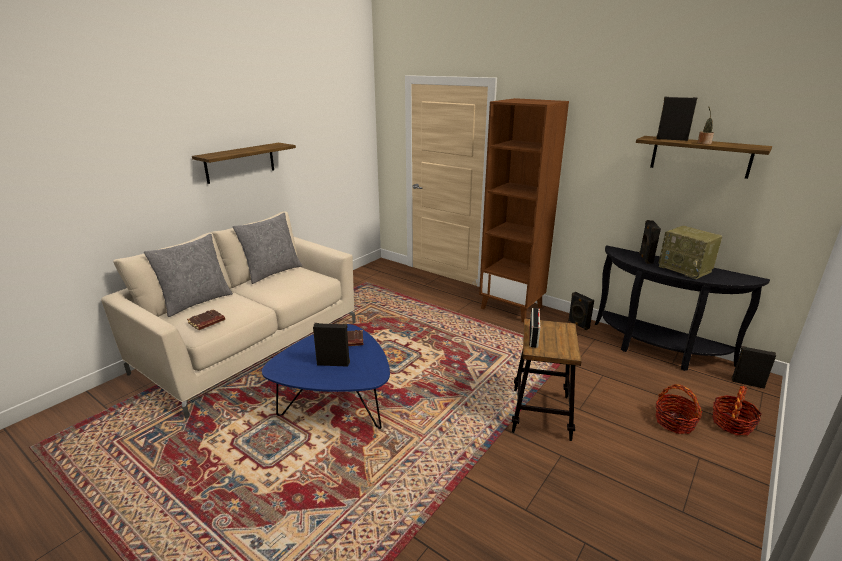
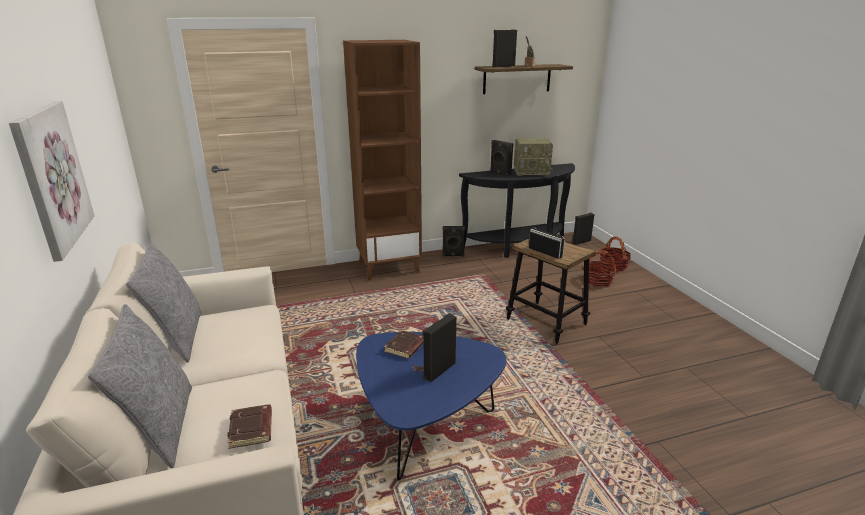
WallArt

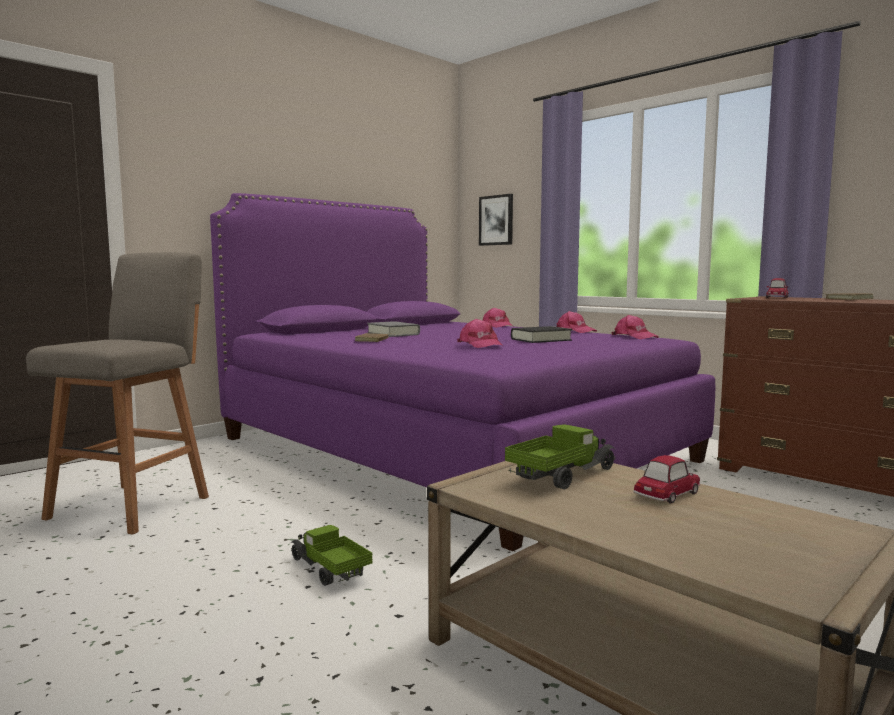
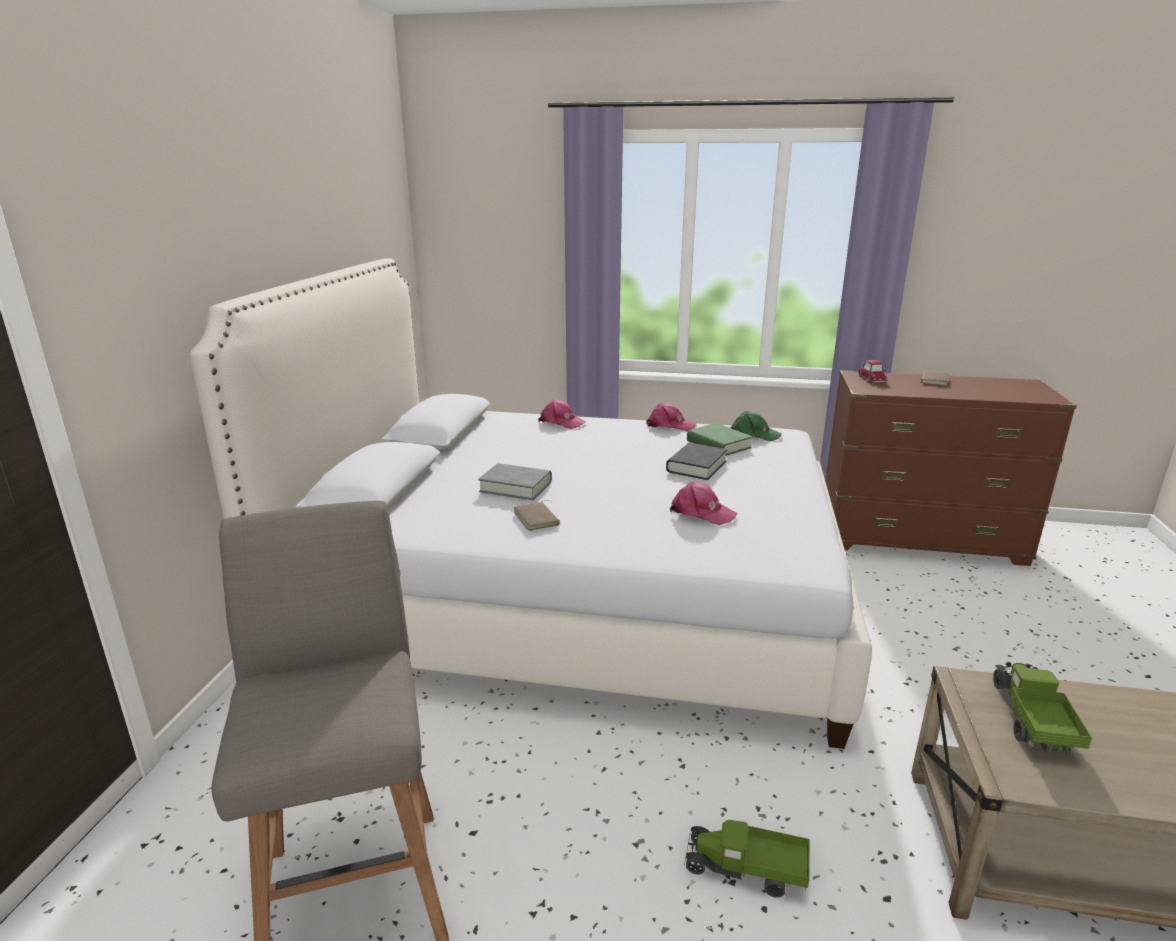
WhiteSleepingBed
WallArt
GreenCap
ModelCar (1st from left in the first image)
GreenVolume

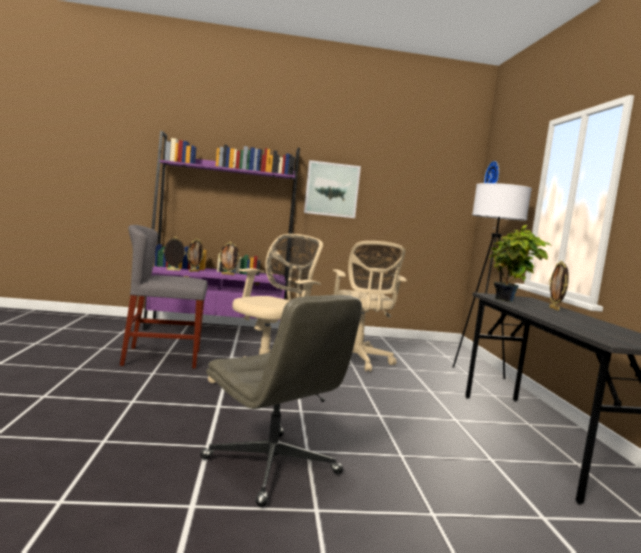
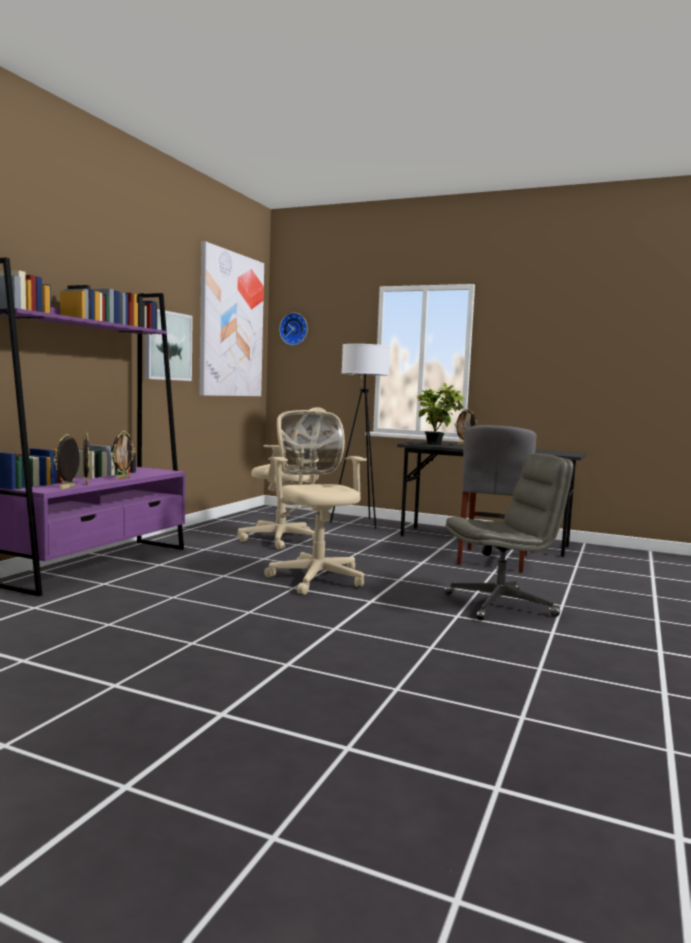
GreyUprightChair
WallArt (2nd from left)

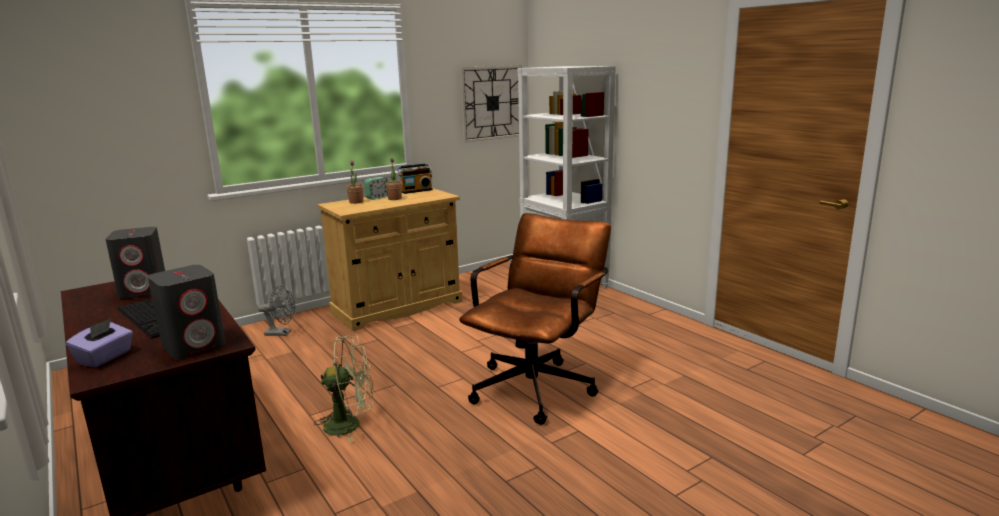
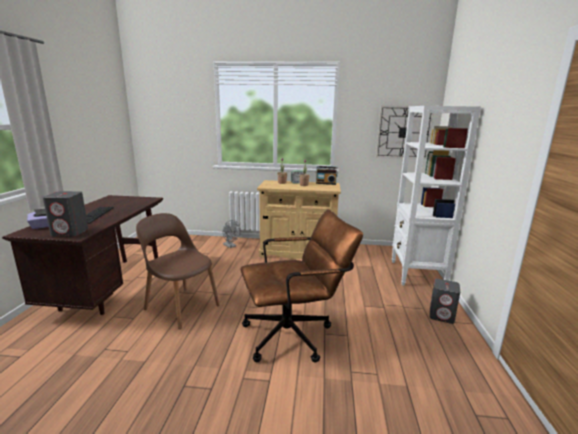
GreyLoudspeaker (2nd from left)
BrownUprightChair

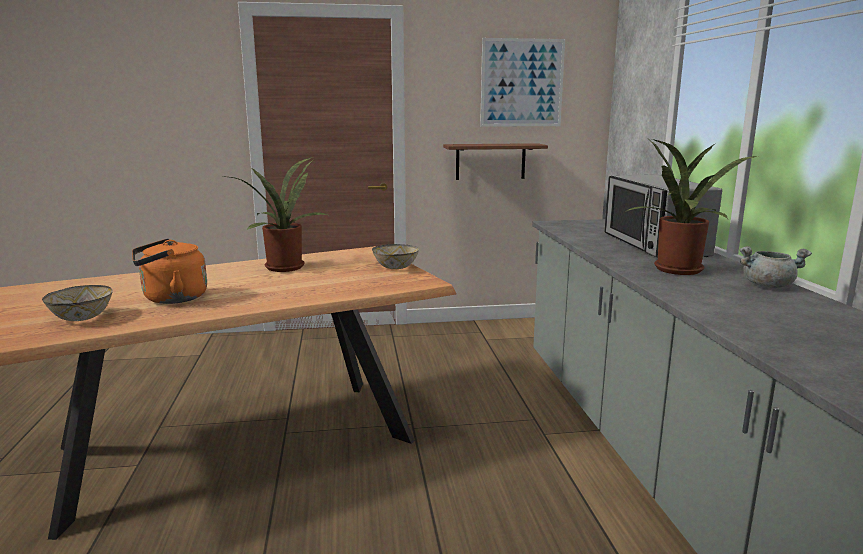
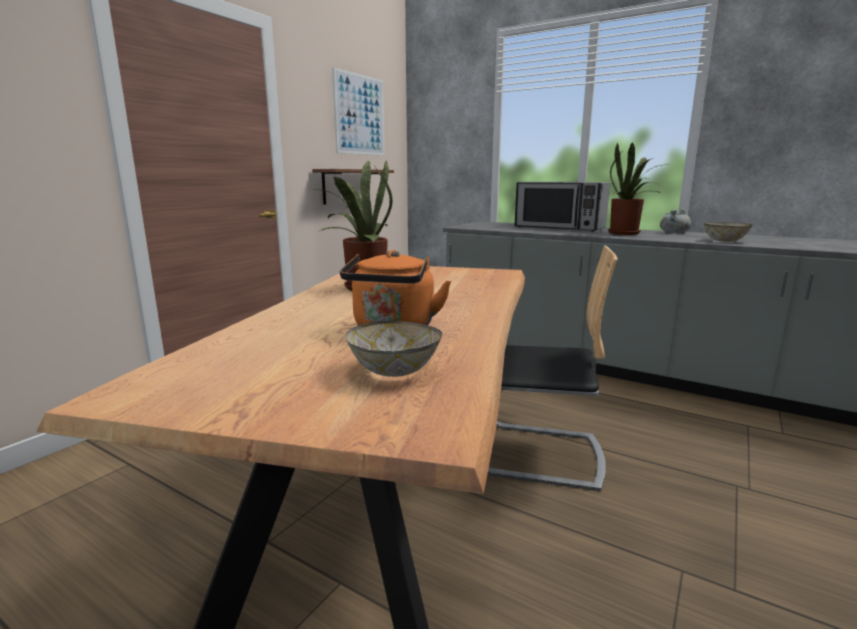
Bowl (2nd from left)
UprightChair

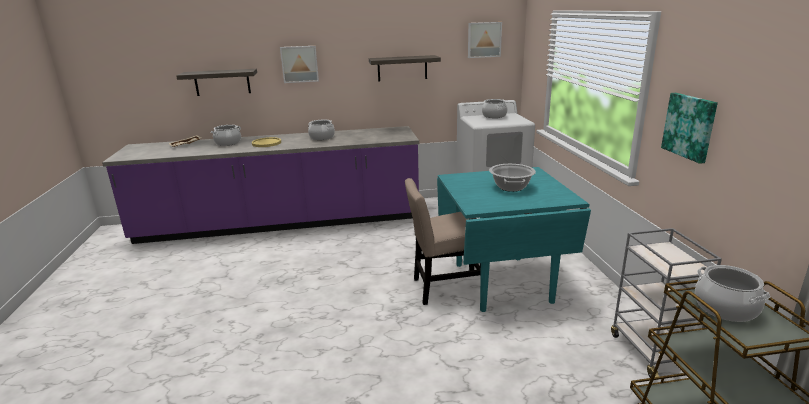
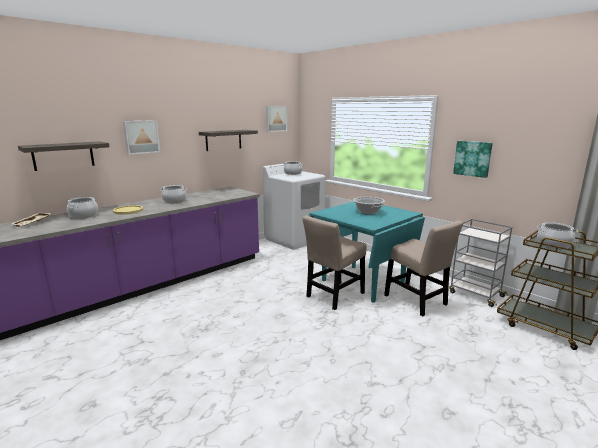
BeigeUprightChair (2nd from left)

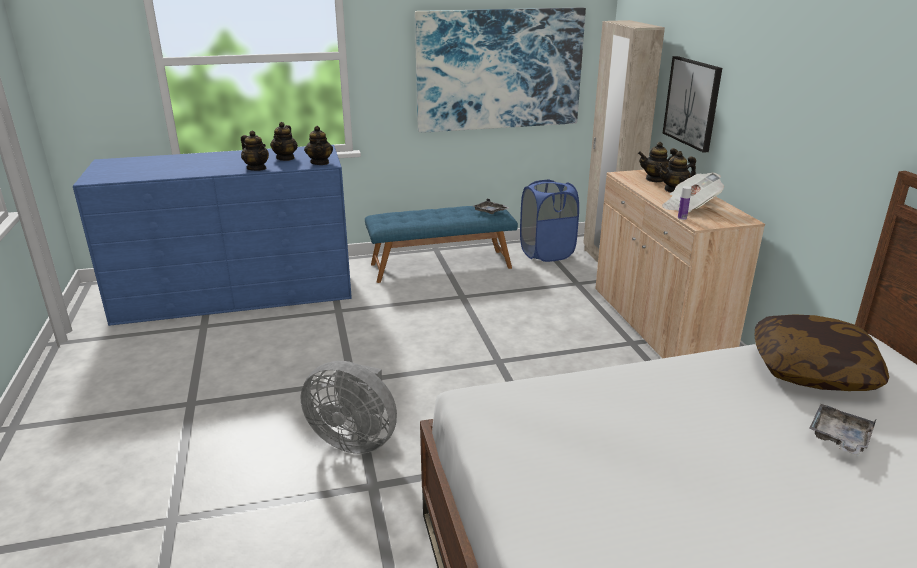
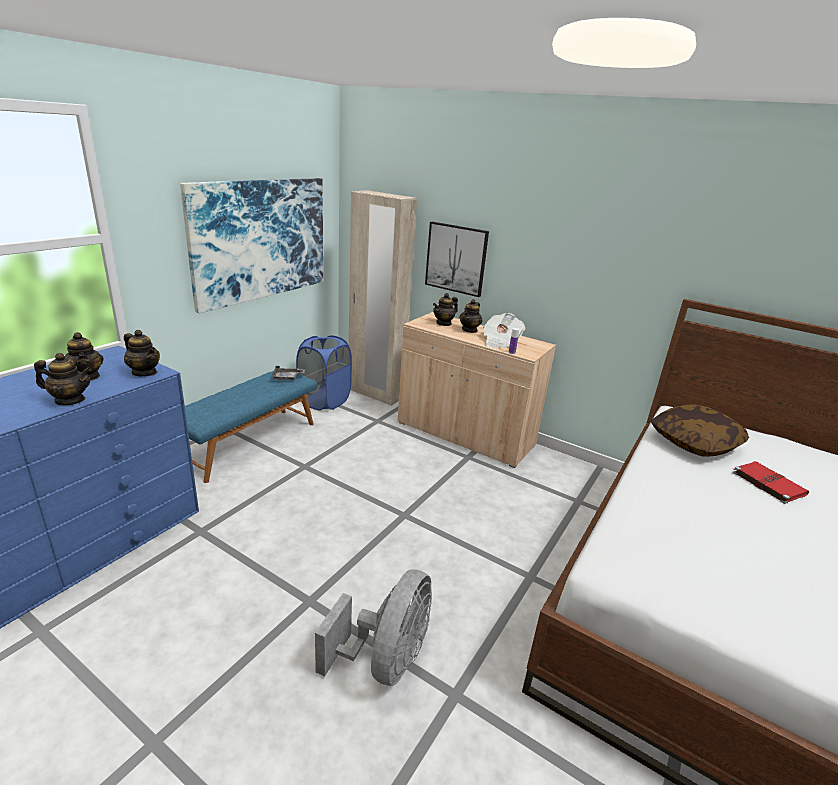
GreyFan
RedColouredVolume

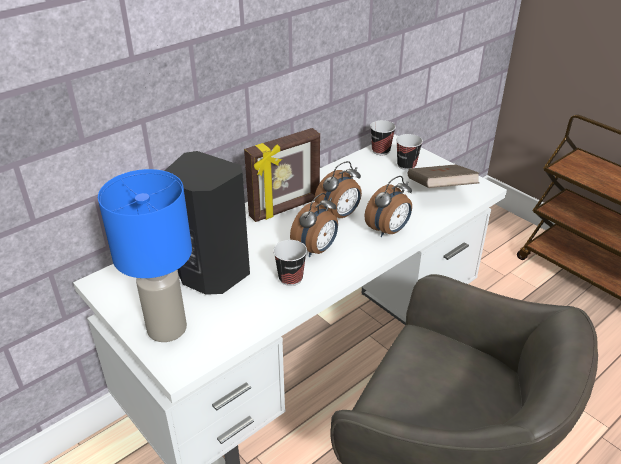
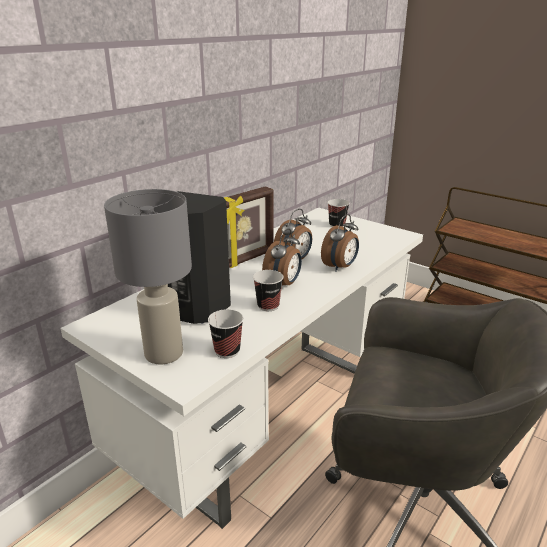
GreyTableLamp
SmallCup (1st from left)
BrownVolume

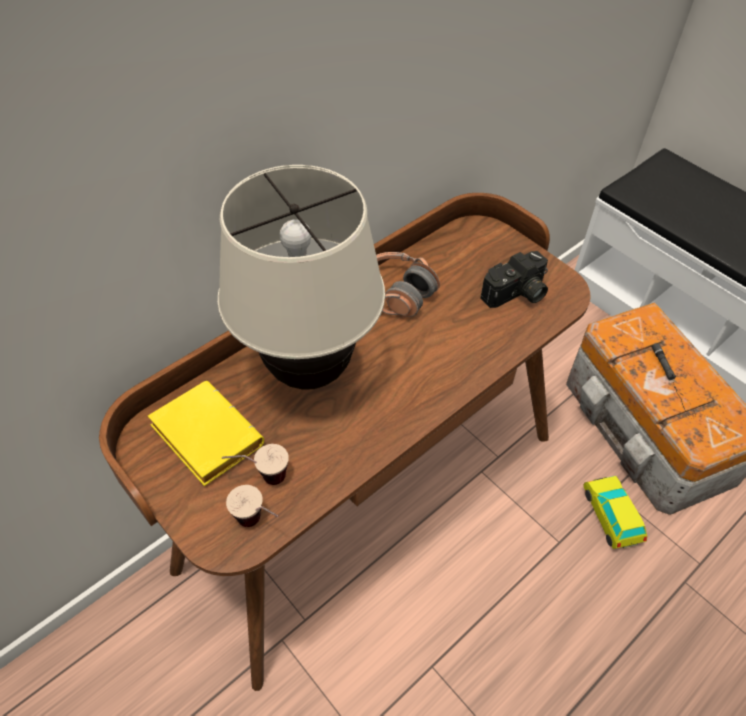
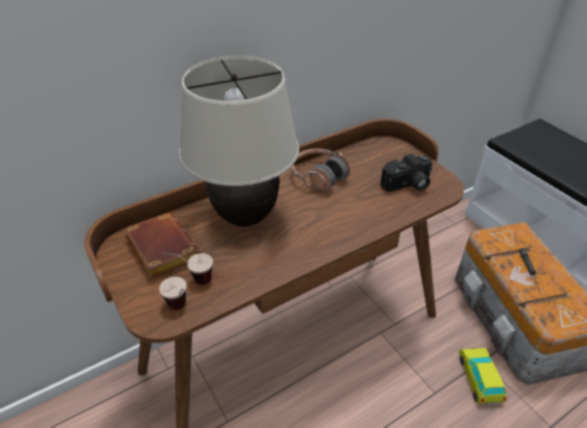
BrownVolume

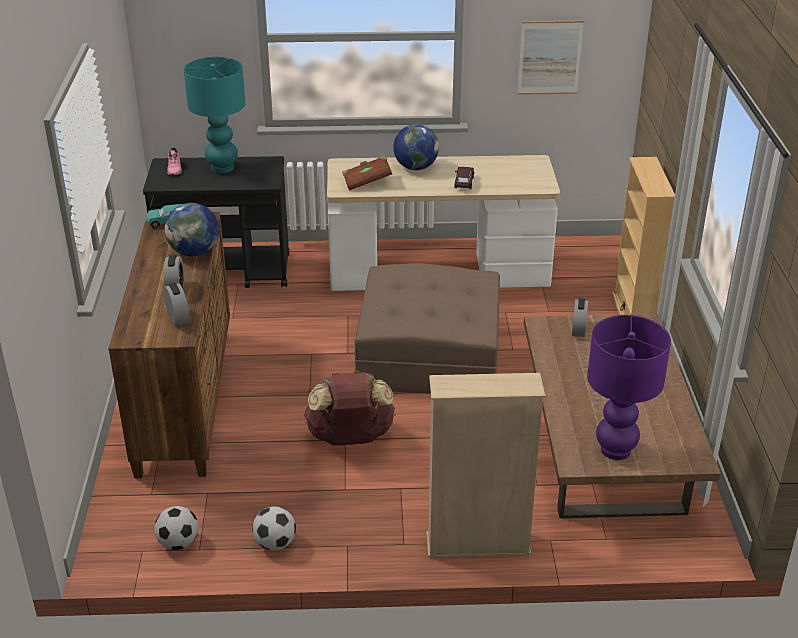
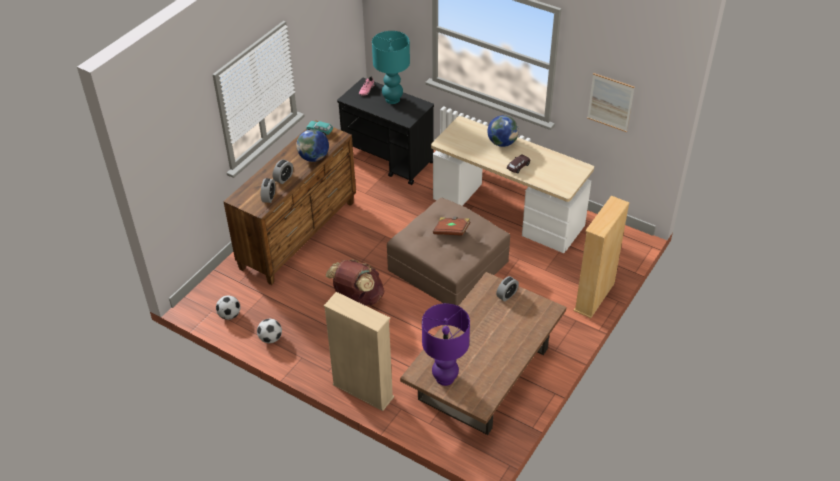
BrownVolume

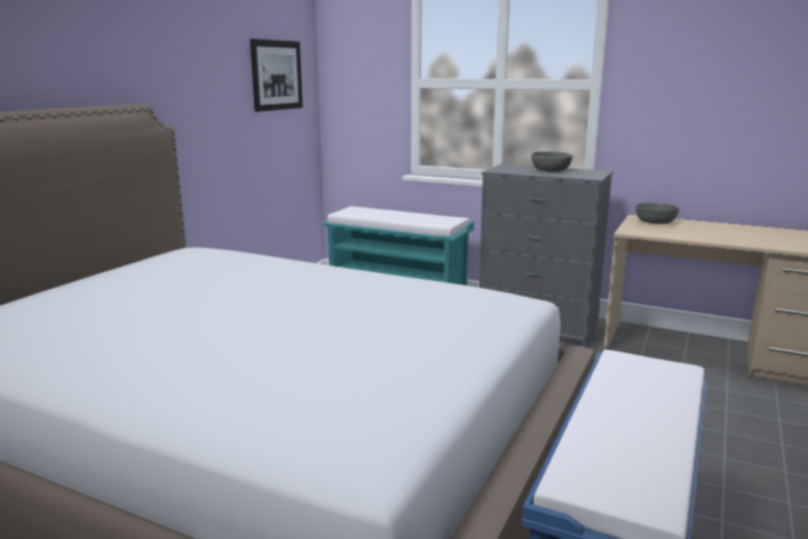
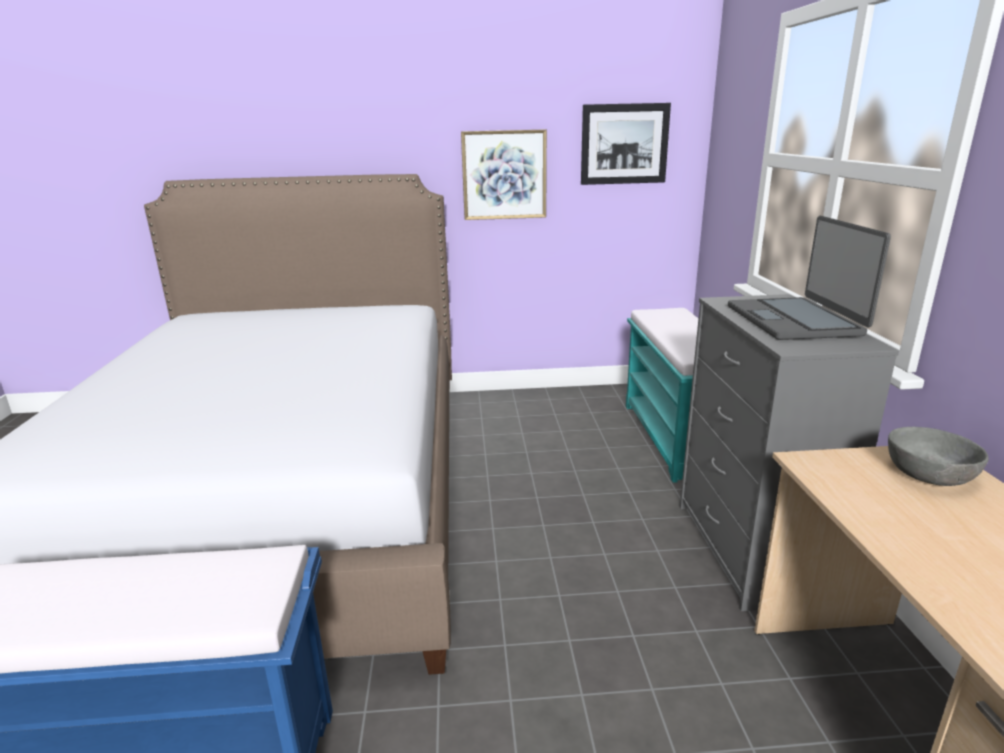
NotebookComputer
WallArt (1st from left)

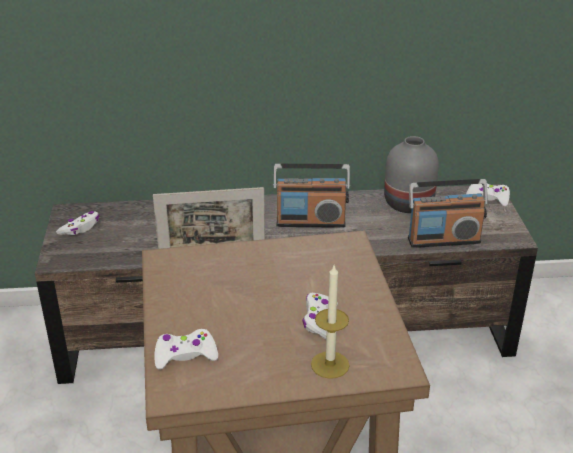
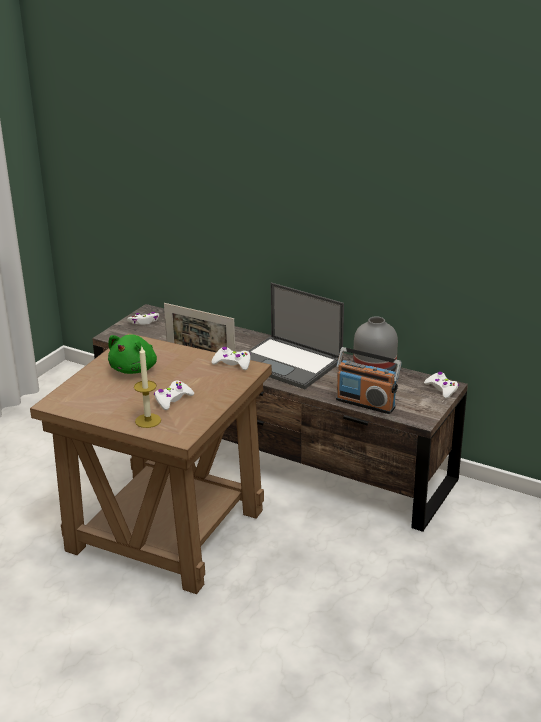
WhiteGamepad (3rd from left)
NotebookComputer
GreenSoftToy

